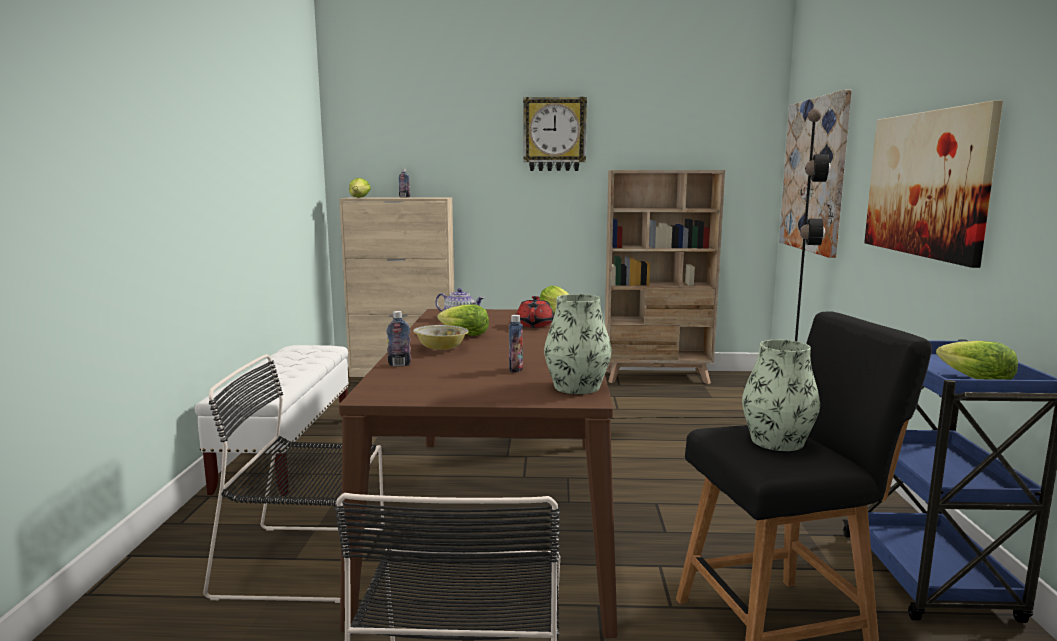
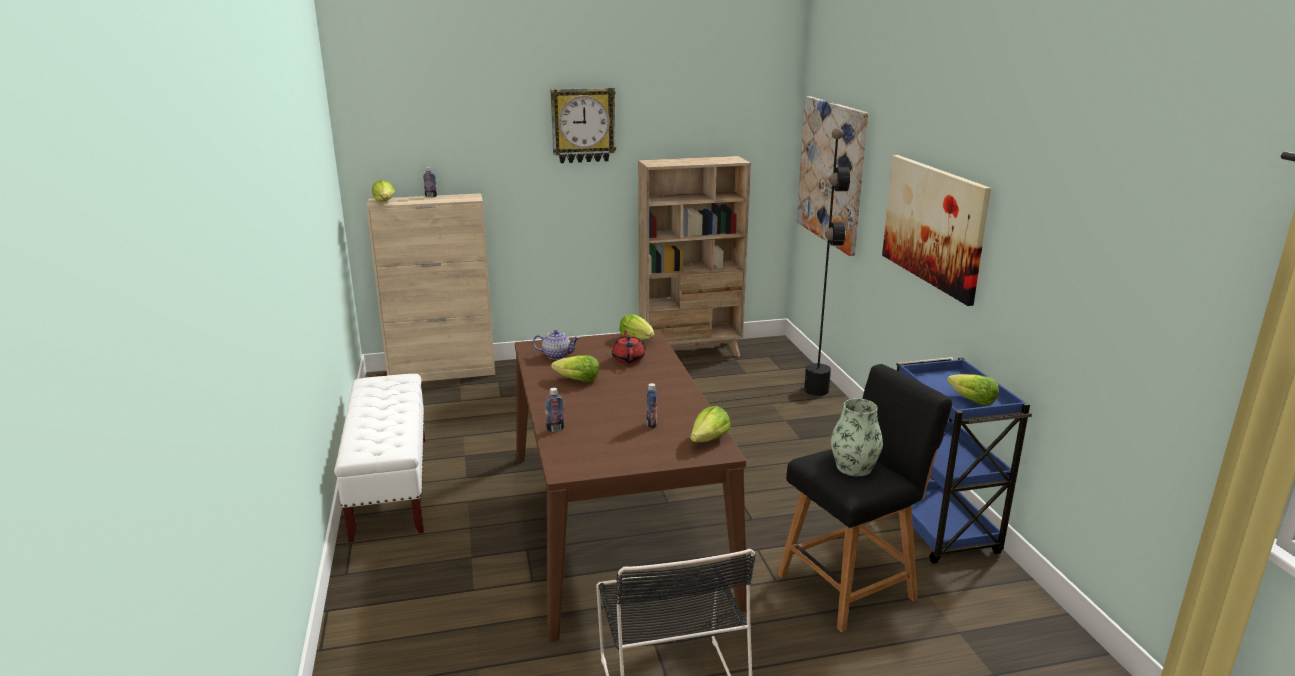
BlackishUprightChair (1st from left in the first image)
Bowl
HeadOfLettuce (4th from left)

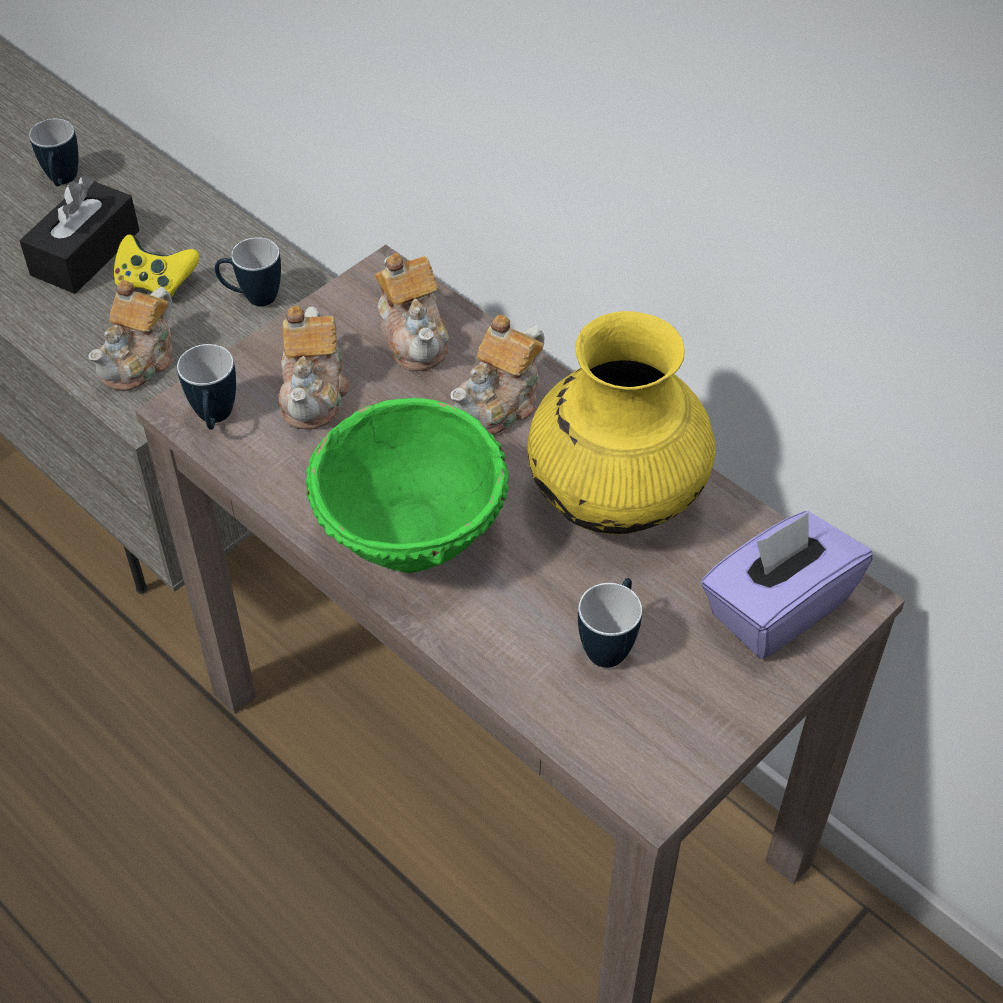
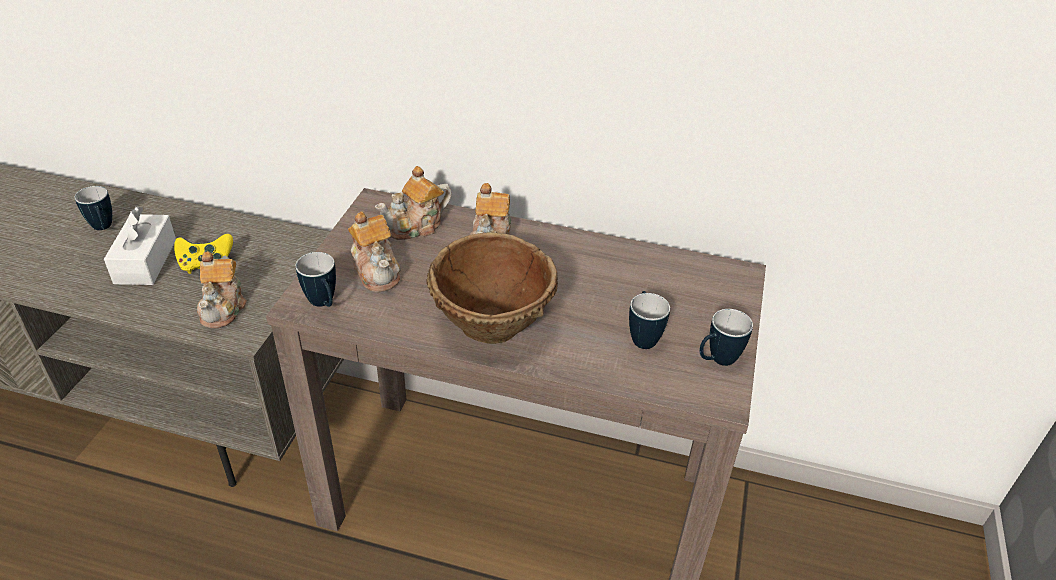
WhiteTissueBox
CoffeeMug (4th from left)
BrownBowl
Teapot (3rd from left)
YellowishDecorativeVase
PurpleTissueBox

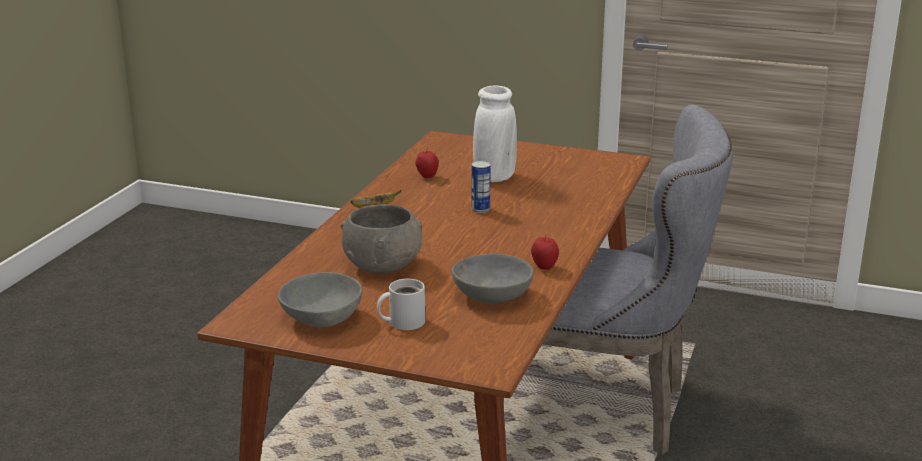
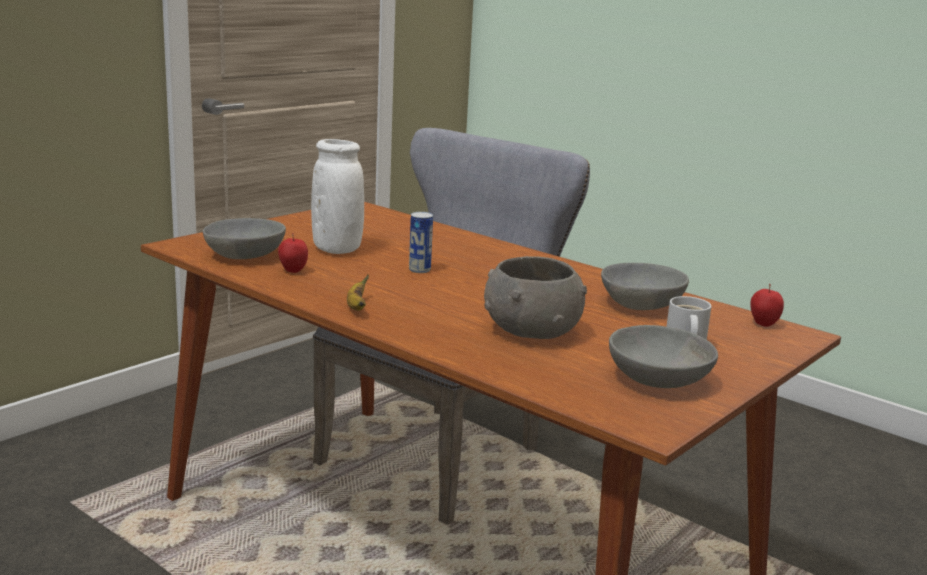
Apple (2nd from left)
GreyBowl (1st from left)

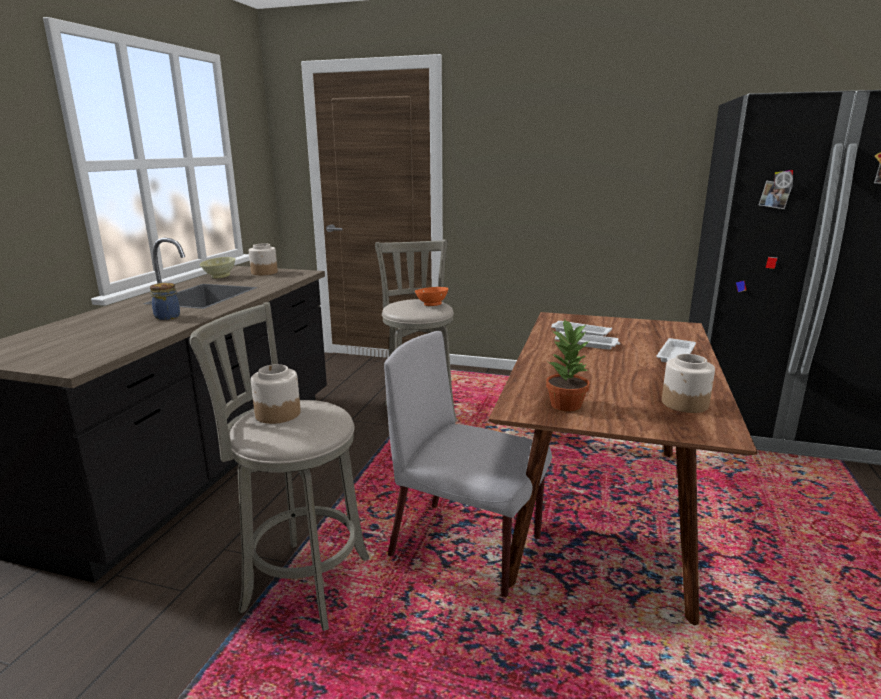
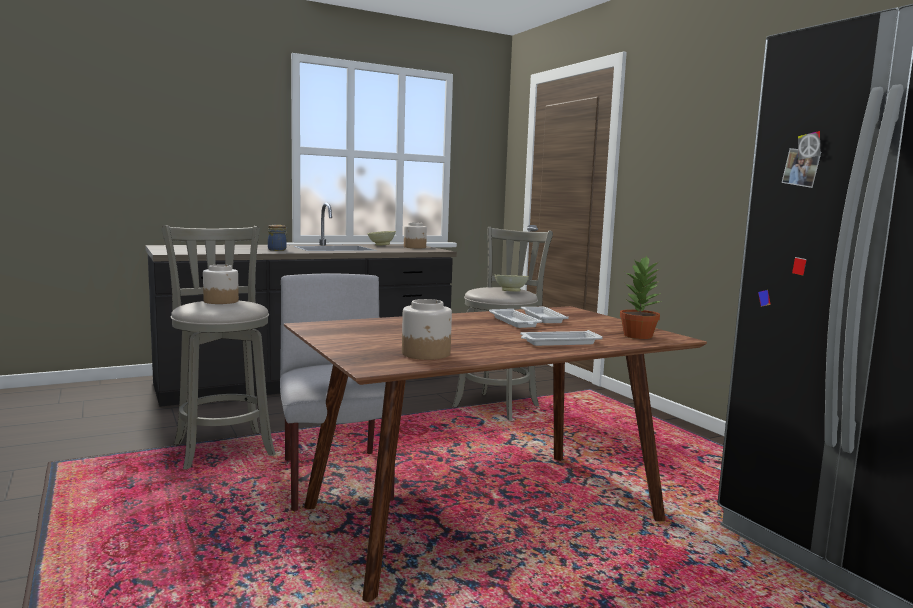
BeigeBowl (2nd from left)
PlantInAPot

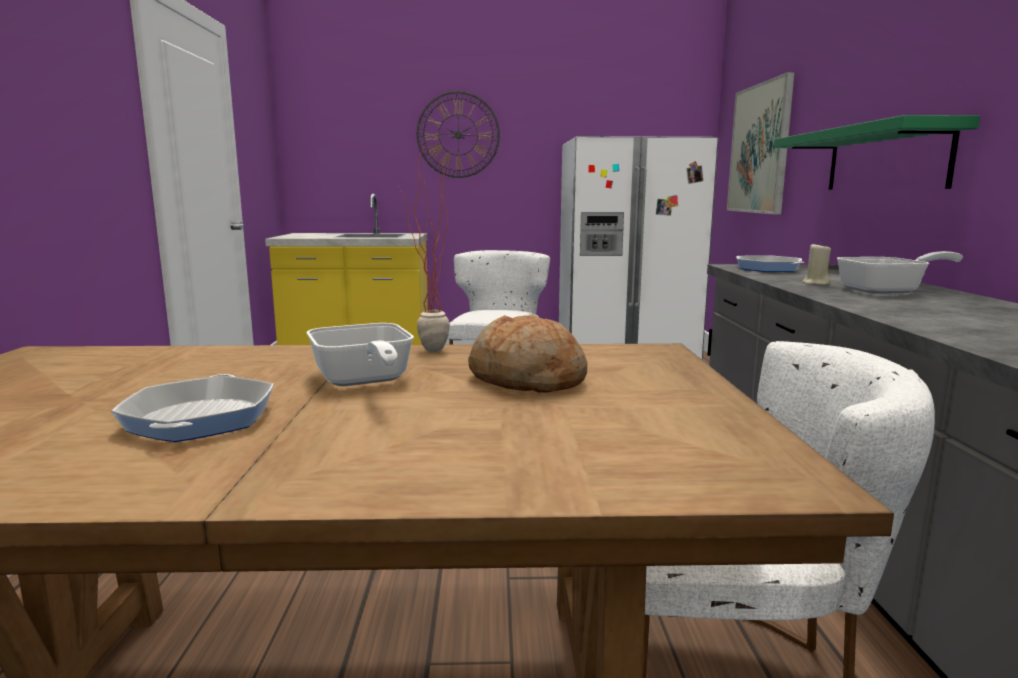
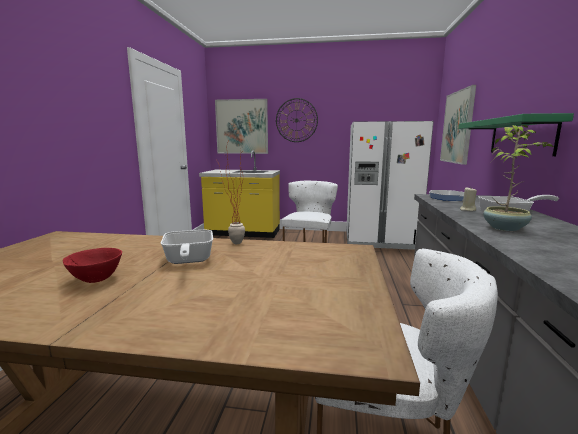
RedColouredBowl
BakeryBread
WallArt (1st from left)
PlantInAPot (2nd from left)

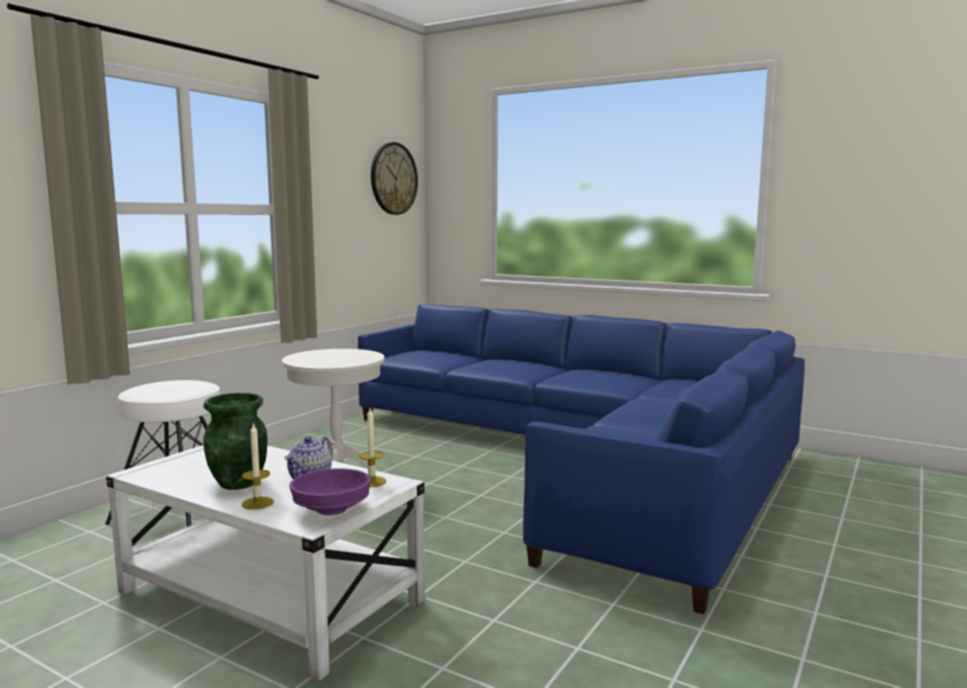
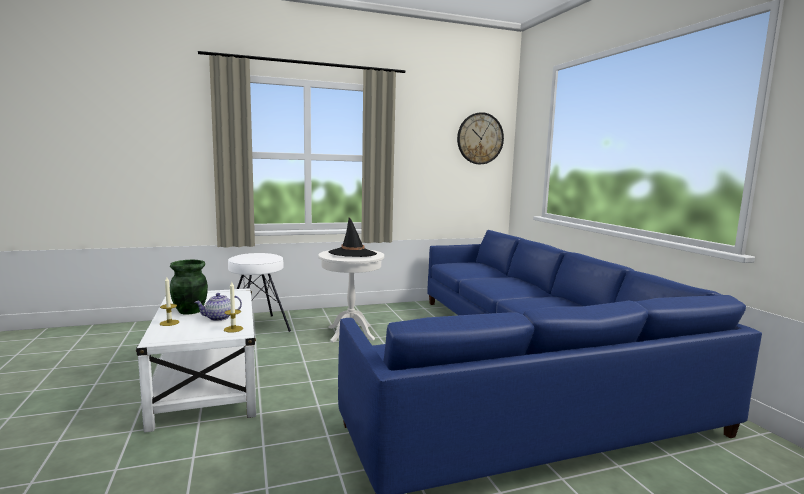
PurpleBowl
BlackishClothingHat

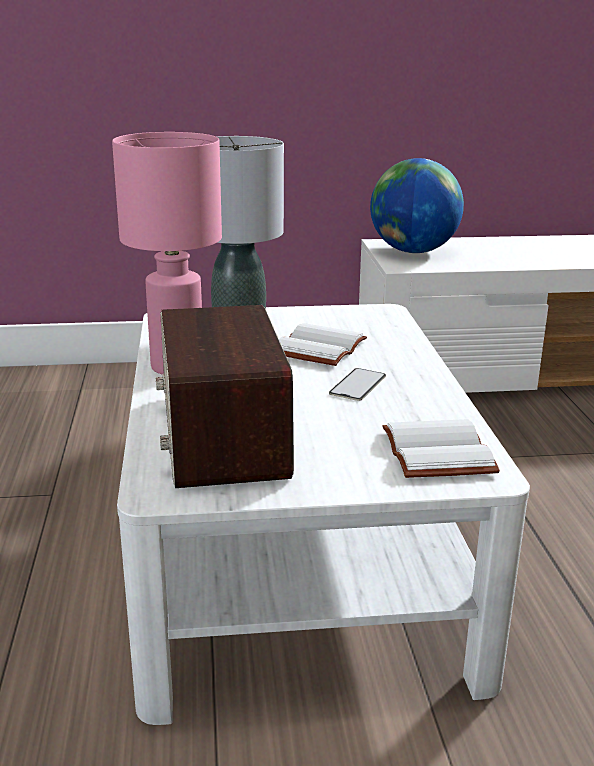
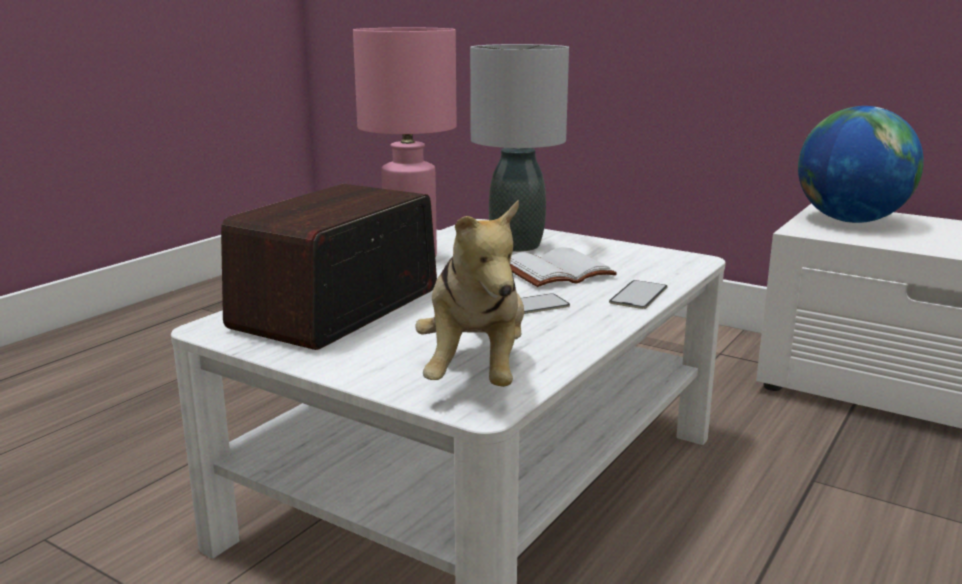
SoftToy
Phone (2nd from left)

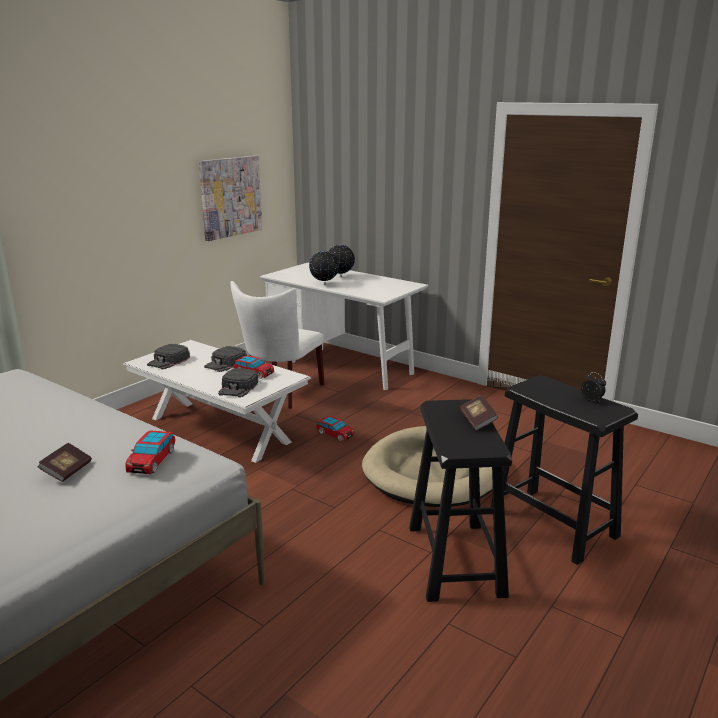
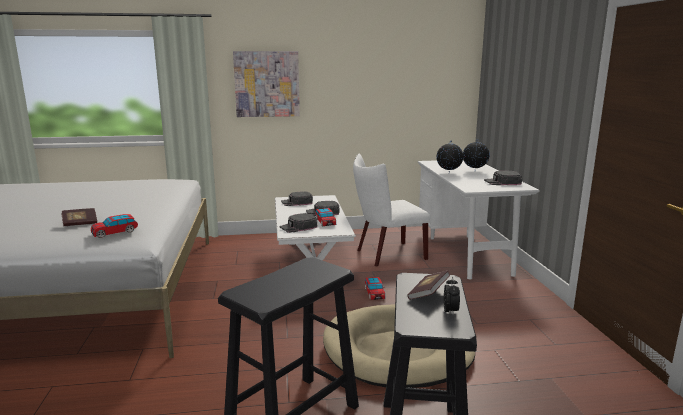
WallArt
Volume (2nd from left)
BlackishCap (4th from left)

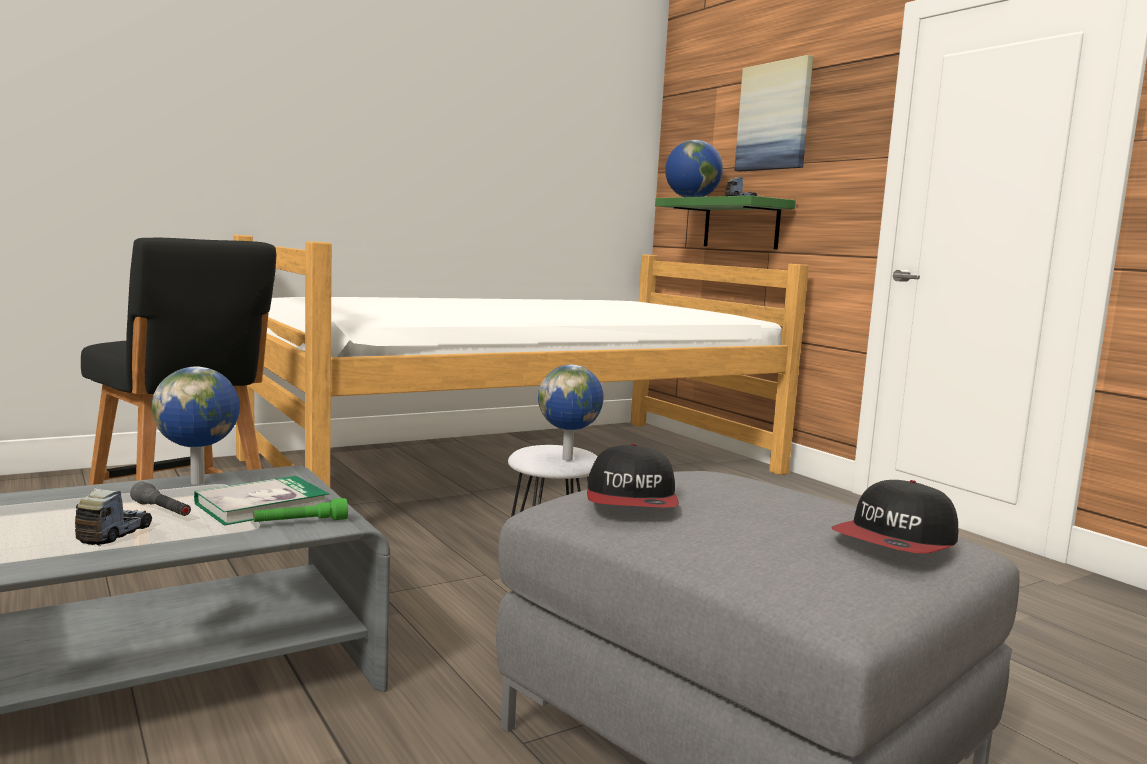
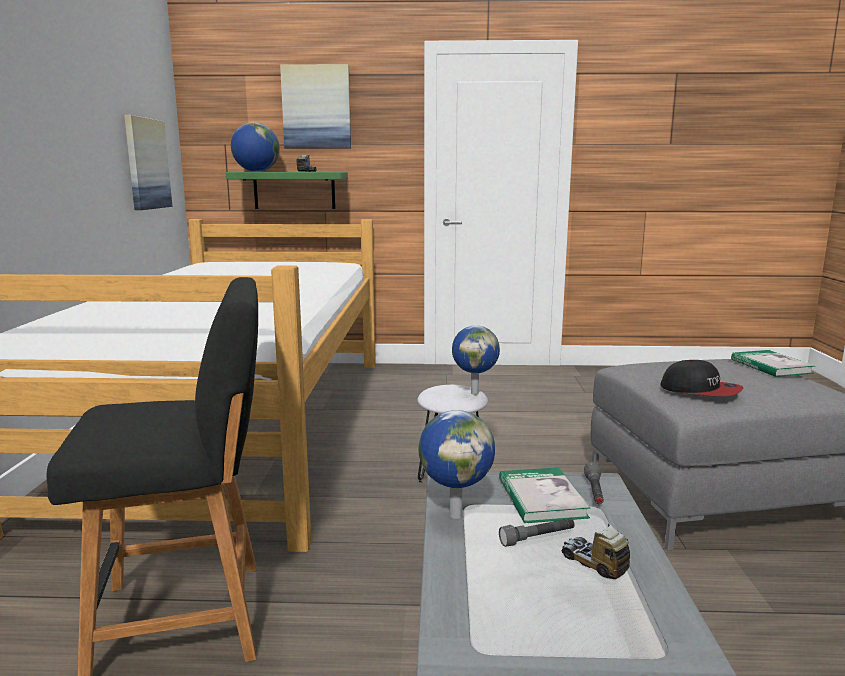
GreyFlashlight (2nd from left)
Volume (2nd from left)
WallArt (1st from left)

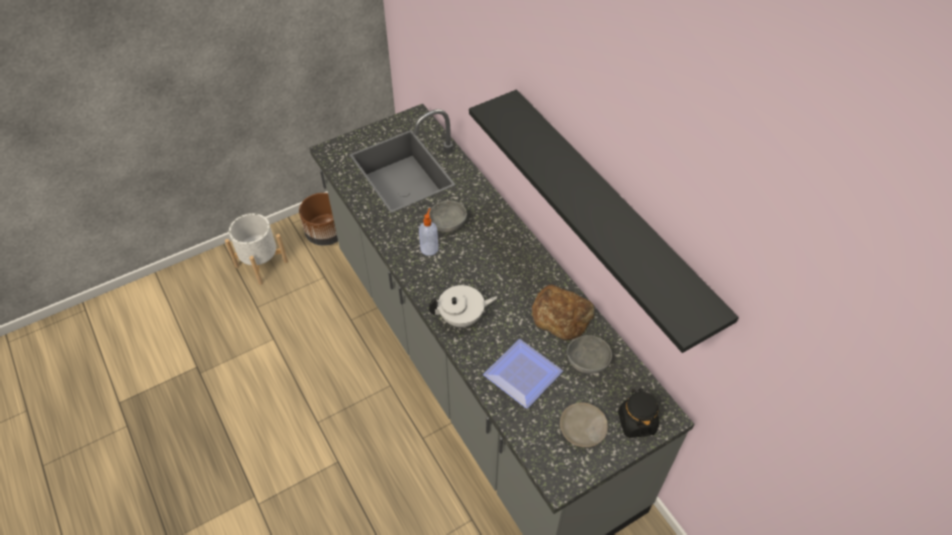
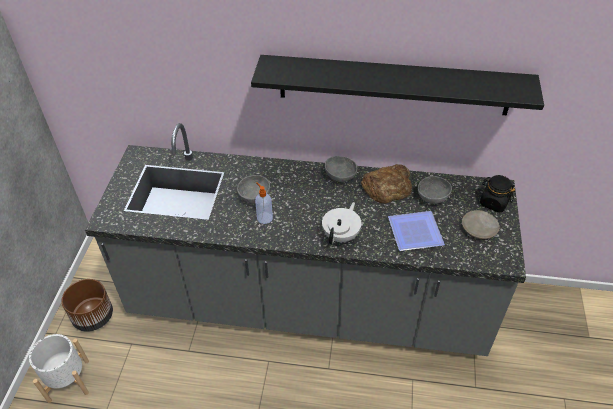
GreyBowl (2nd from left)

